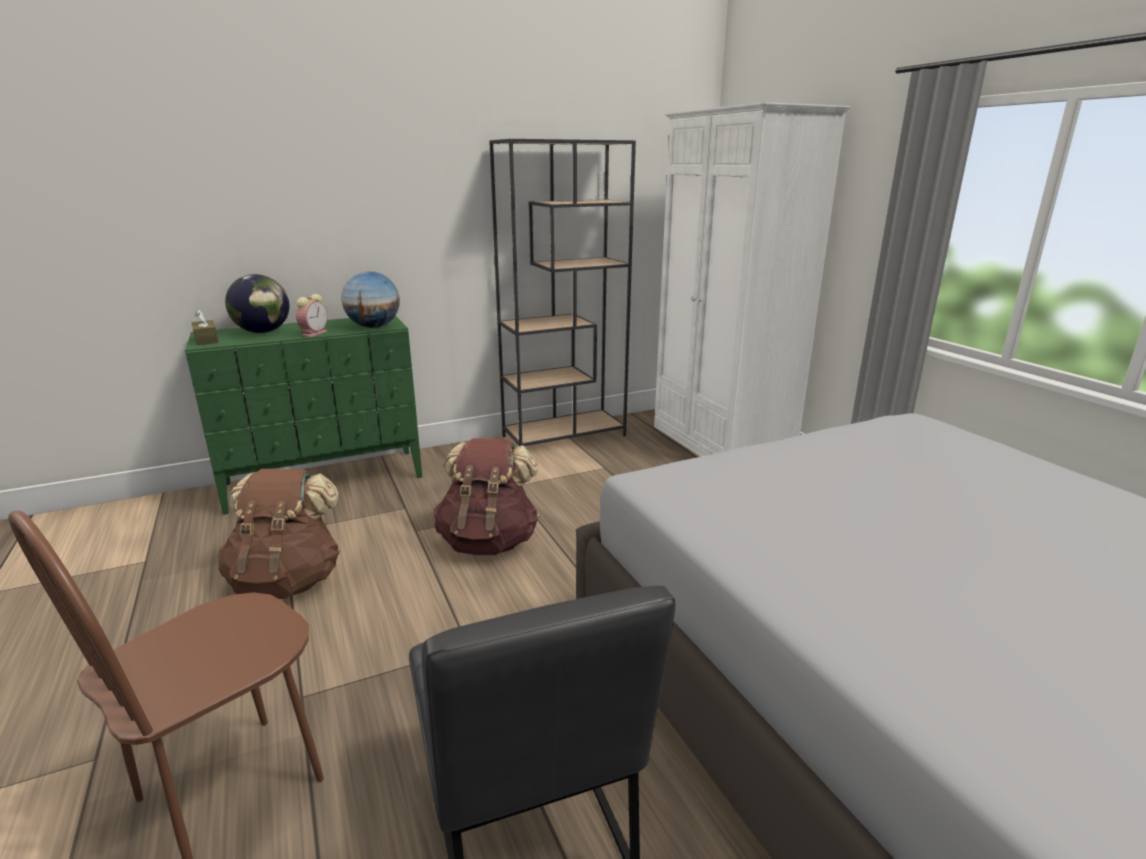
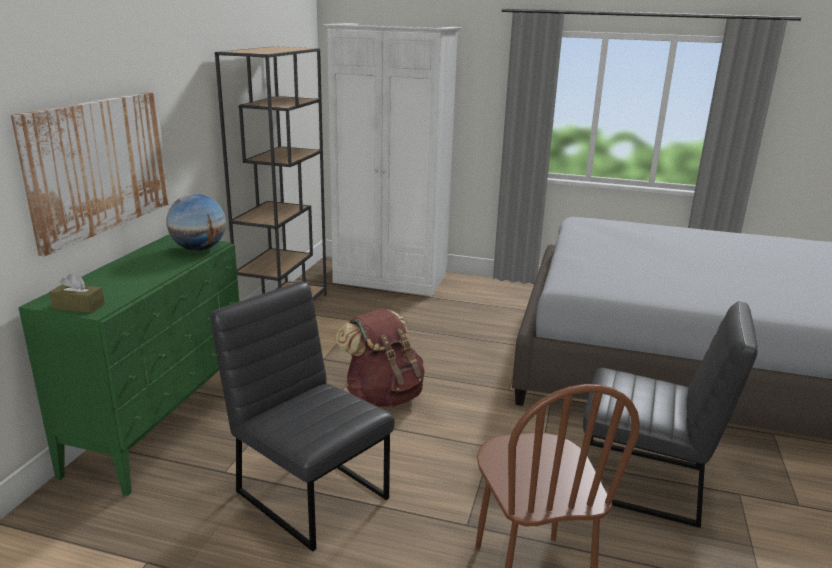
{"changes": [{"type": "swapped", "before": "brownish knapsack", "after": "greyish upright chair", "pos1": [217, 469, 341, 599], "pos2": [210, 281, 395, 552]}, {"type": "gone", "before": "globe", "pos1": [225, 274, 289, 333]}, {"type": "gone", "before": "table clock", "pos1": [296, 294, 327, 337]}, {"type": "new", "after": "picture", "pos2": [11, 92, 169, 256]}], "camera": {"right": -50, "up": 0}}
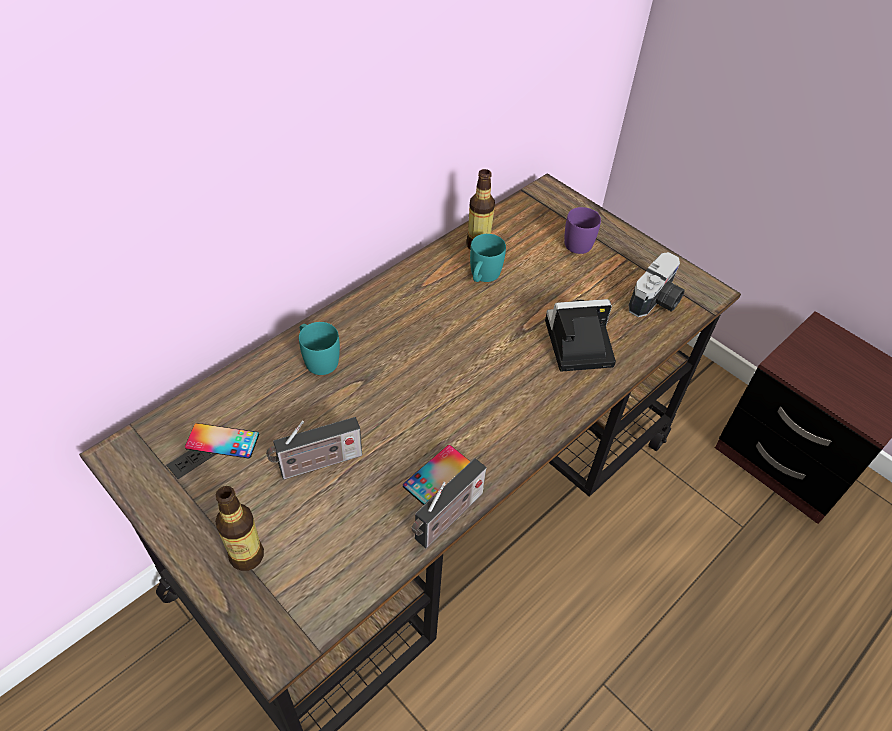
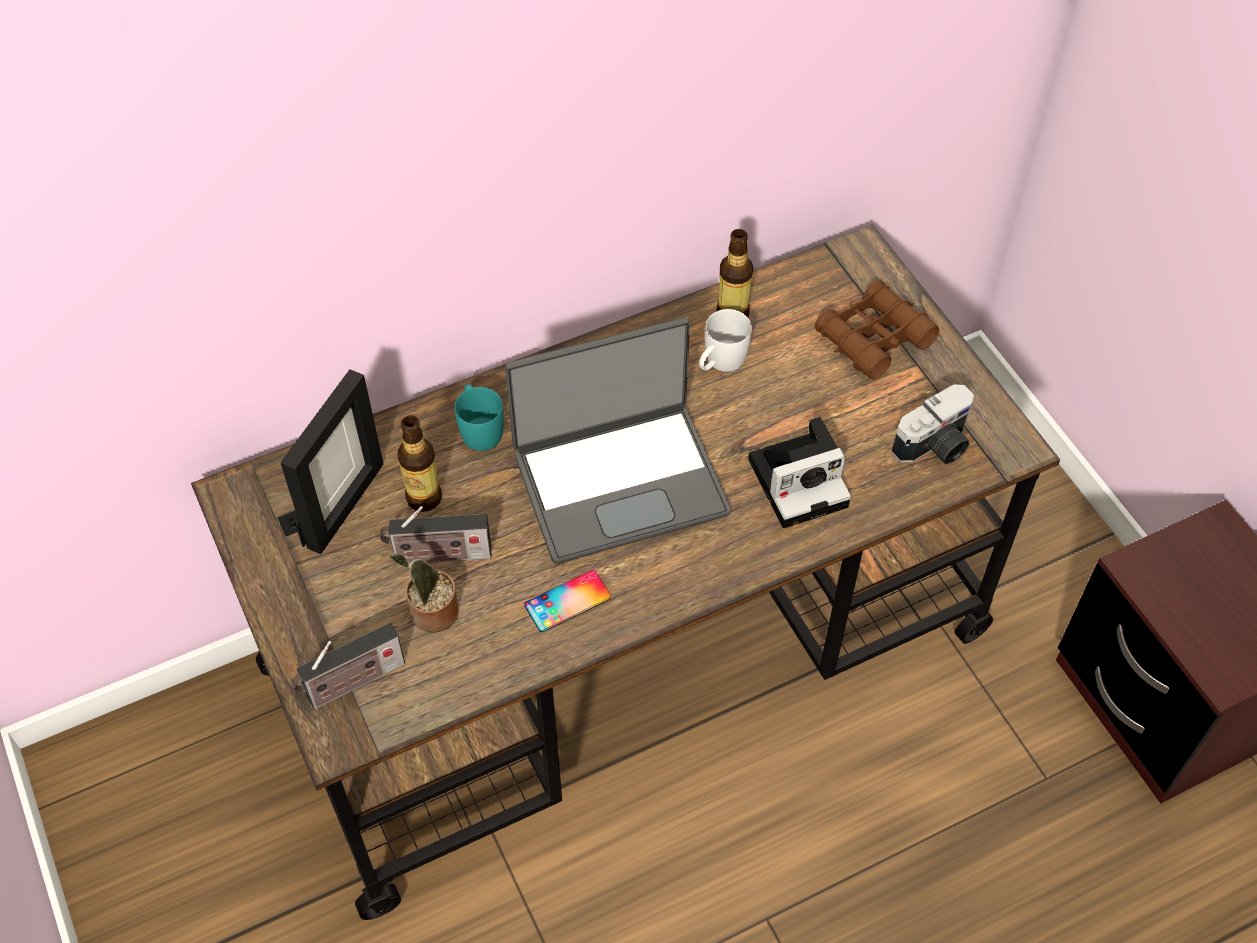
{"changes": [{"type": "swapped", "before": "telephone", "after": "photo frame", "pos1": [185, 423, 259, 458], "pos2": [280, 369, 384, 554]}, {"type": "shifted", "before": "beverage bottle", "pos1": [215, 486, 264, 571], "pos2": [398, 415, 442, 512]}, {"type": "shifted", "before": "radio receiver", "pos1": [411, 458, 486, 548], "pos2": [290, 622, 405, 709]}, {"type": "repainted", "before": "blue-green tea mug", "after": "white-coloured tea mug", "pos1": [470, 234, 506, 282], "pos2": [699, 309, 752, 372]}, {"type": "rotated", "before": "photo camera", "pos1": [545, 299, 616, 372], "pos2": [748, 417, 851, 528], "turn": 150}, {"type": "swapped", "before": "purple-coloured tea mug", "after": "brownish pair of binoculars", "pos1": [564, 207, 601, 254], "pos2": [815, 280, 939, 380]}, {"type": "new", "after": "potted plant", "pos2": [389, 553, 459, 633]}, {"type": "new", "after": "portable computer", "pos2": [505, 317, 731, 564]}], "camera": {"right": 20, "up": 5}}
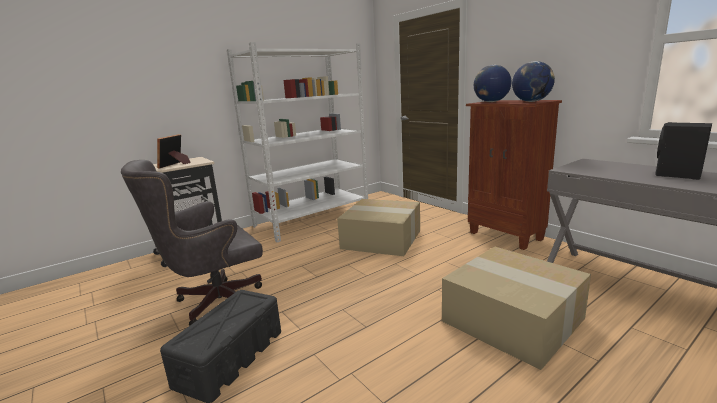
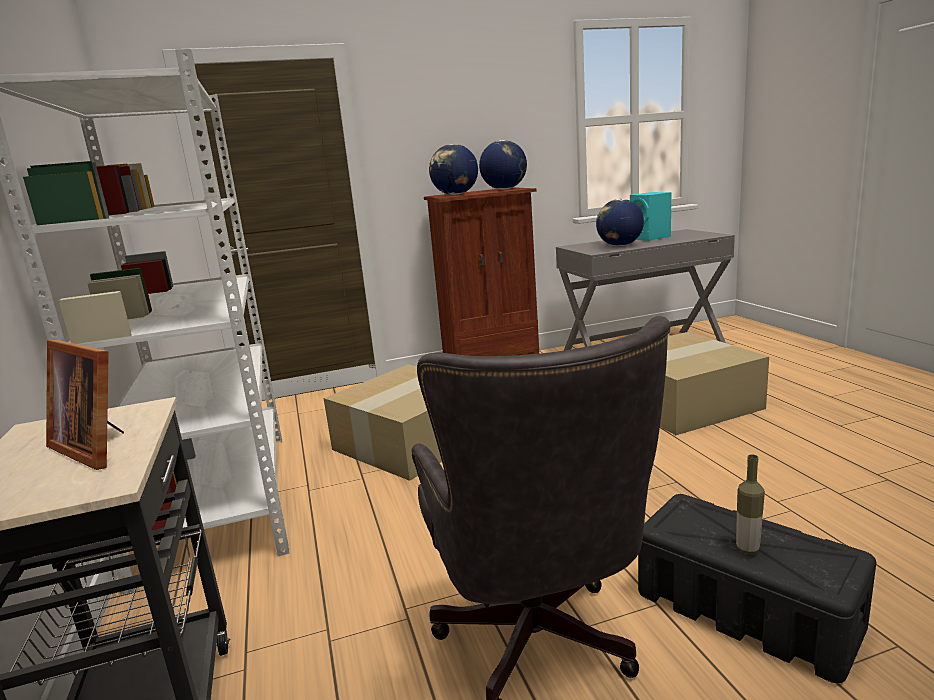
{"changes": [{"type": "repainted", "before": "black-coloured loudspeaker", "after": "blue-green loudspeaker", "pos1": [655, 122, 712, 180], "pos2": [630, 192, 671, 241]}, {"type": "new", "after": "globe", "pos2": [596, 199, 644, 246]}, {"type": "new", "after": "beverage bottle", "pos2": [736, 454, 765, 554]}], "camera": {"right": -70, "up": 0}}
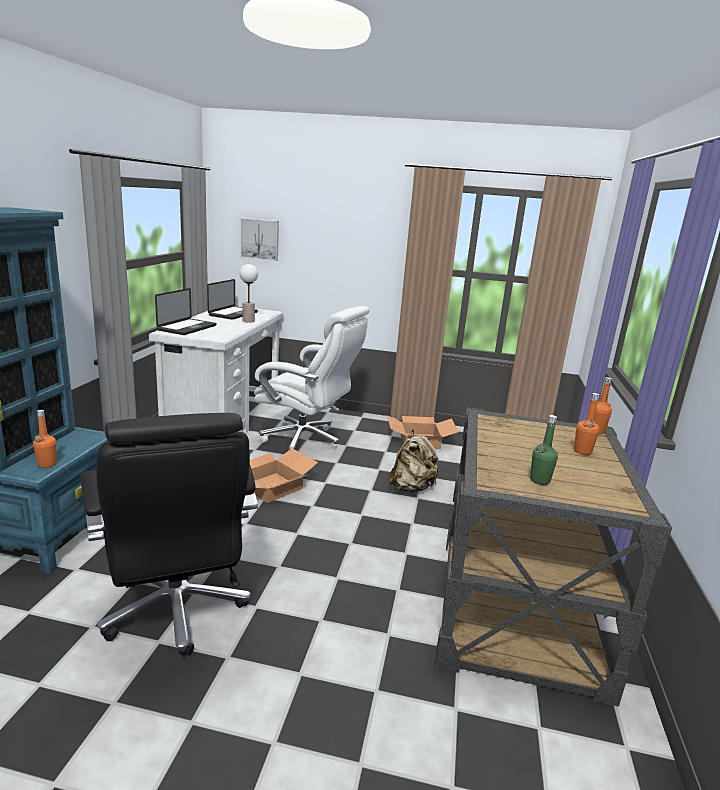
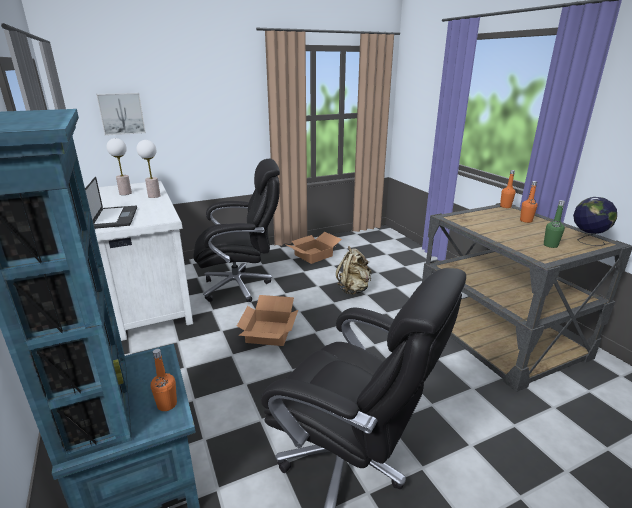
{"changes": [{"type": "swapped", "before": "portable computer", "after": "tabletop lamp", "pos1": [207, 279, 258, 320], "pos2": [107, 138, 132, 195]}, {"type": "repainted", "before": "white-coloured desk chair", "after": "black-coloured desk chair", "pos1": [254, 306, 369, 450], "pos2": [194, 159, 280, 302]}, {"type": "new", "after": "globe", "pos2": [573, 197, 617, 246]}], "camera": {"right": -35, "up": 5}}
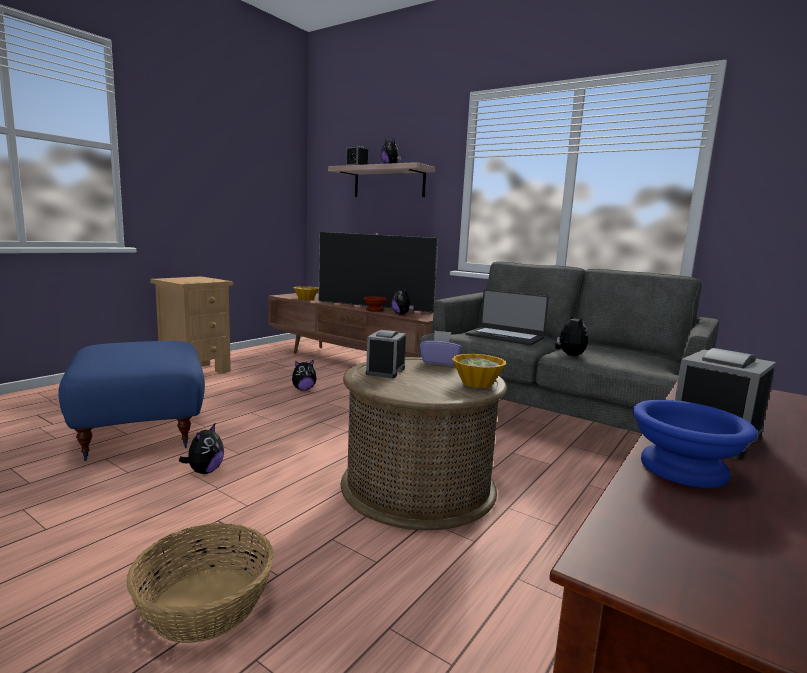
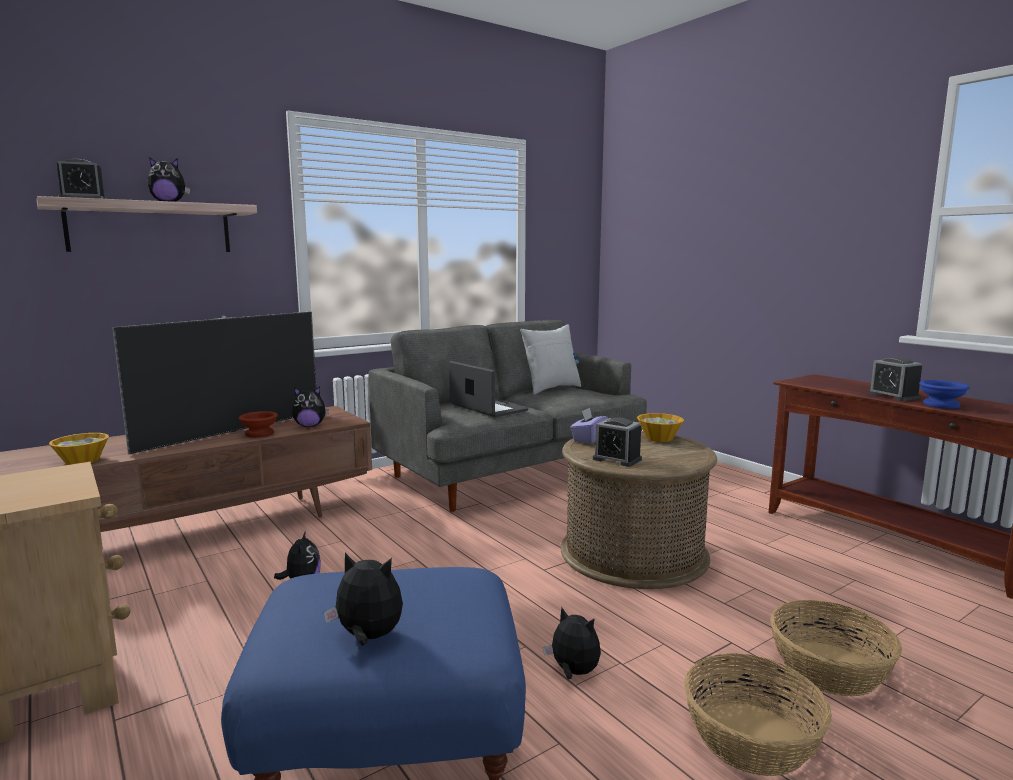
{"changes": [{"type": "rotated", "before": "portable computer", "pos1": [465, 289, 549, 345], "pos2": [449, 361, 528, 417], "turn": -90}, {"type": "shifted", "before": "plush toy", "pos1": [555, 314, 588, 356], "pos2": [324, 552, 403, 646]}, {"type": "new", "after": "greyish pillow", "pos2": [520, 324, 581, 395]}, {"type": "new", "after": "household basket", "pos2": [684, 653, 832, 776]}], "camera": {"right": -70, "up": 0}}
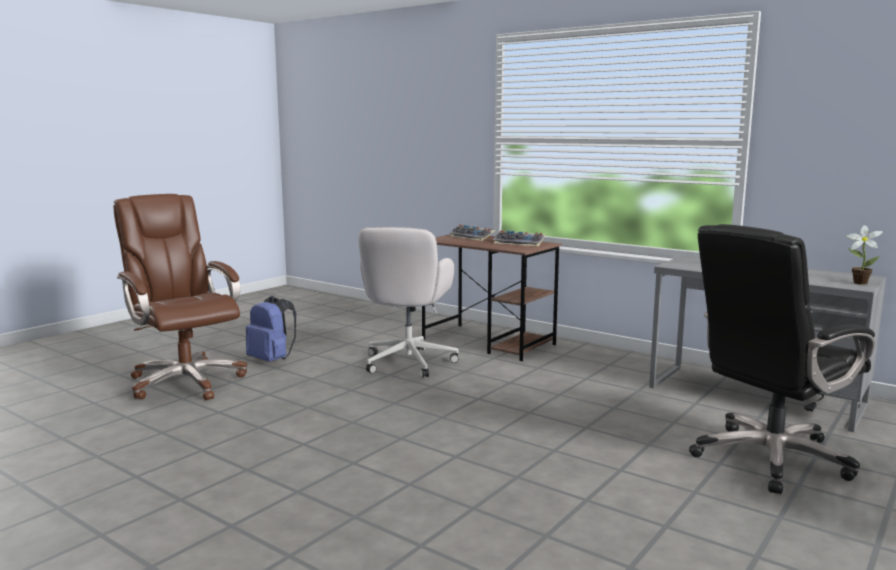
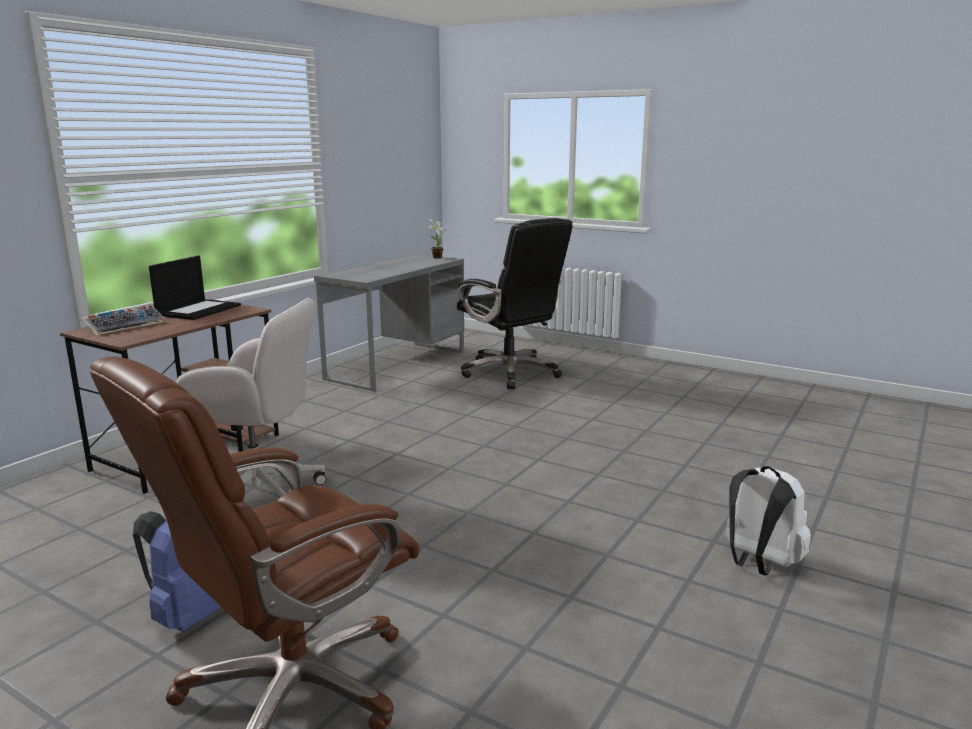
{"changes": [{"type": "swapped", "before": "keyboard", "after": "portable computer", "pos1": [493, 230, 546, 246], "pos2": [149, 256, 241, 320]}, {"type": "new", "after": "white-coloured knapsack", "pos2": [726, 466, 811, 576]}], "camera": {"right": -95, "up": 5}}
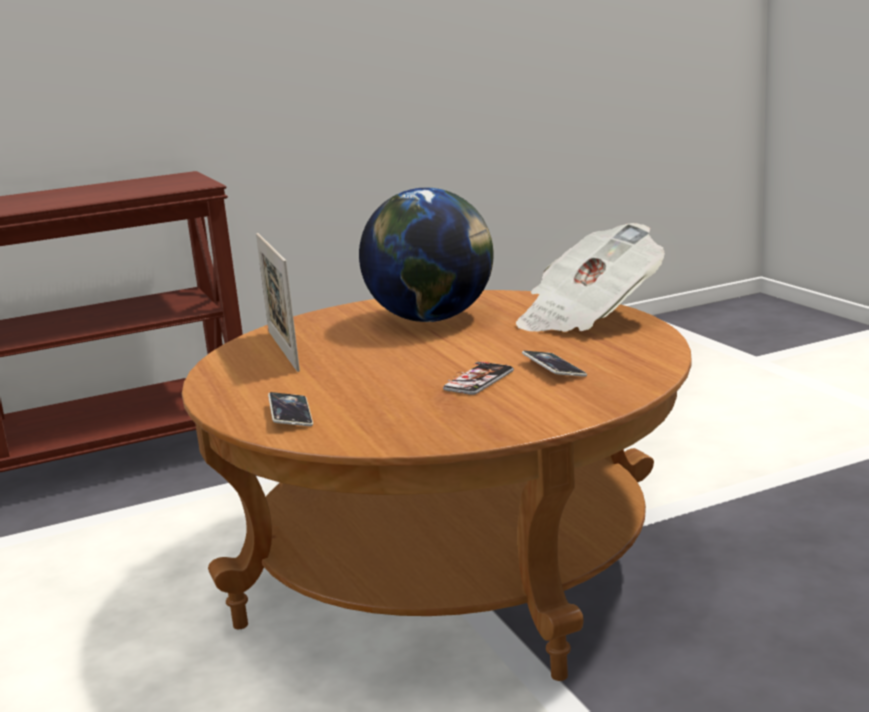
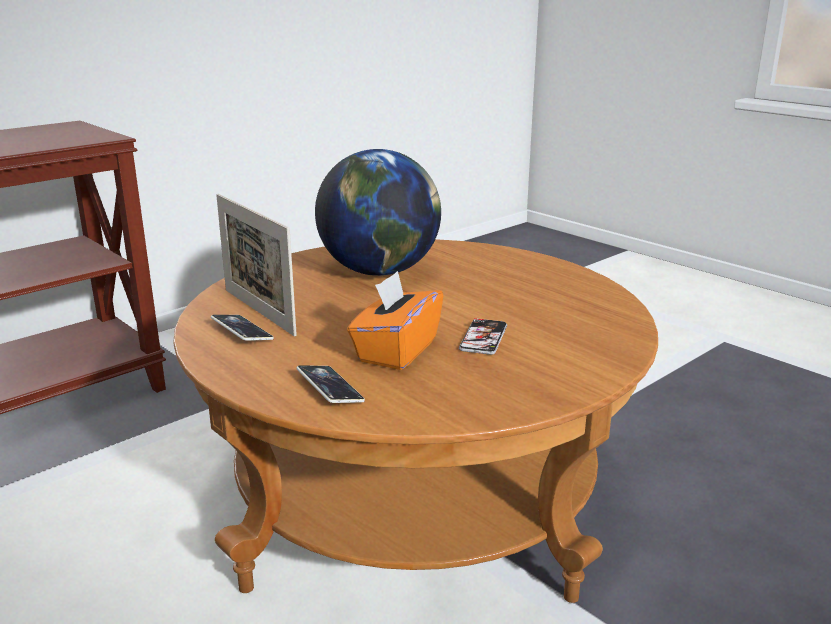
{"changes": [{"type": "gone", "before": "newspaper", "pos1": [516, 223, 665, 332]}, {"type": "shifted", "before": "telephone", "pos1": [522, 351, 587, 377], "pos2": [211, 315, 274, 341]}, {"type": "new", "after": "orange-coloured tissue box", "pos2": [347, 271, 443, 370]}], "camera": {"right": -20, "up": 5}}
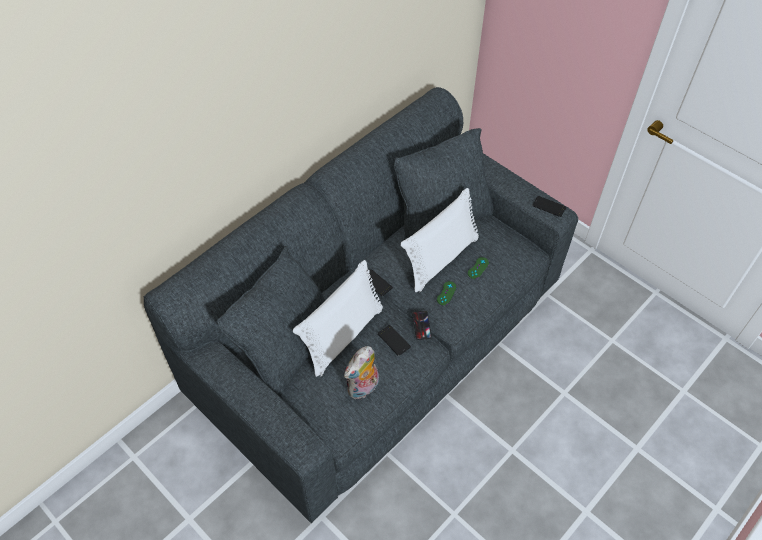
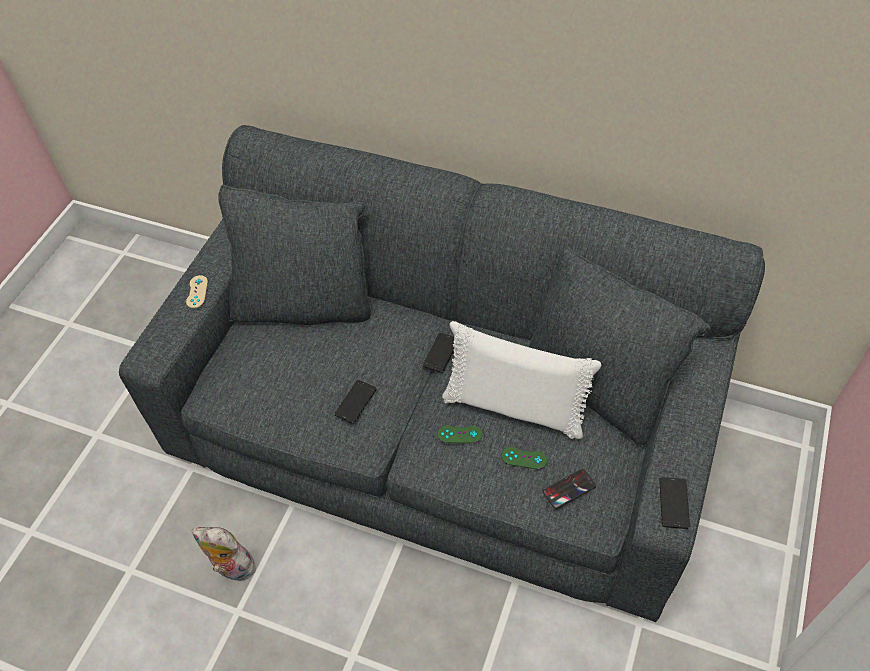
{"changes": [{"type": "gone", "before": "white-coloured pillow", "pos1": [293, 260, 383, 377]}, {"type": "shifted", "before": "plush toy", "pos1": [344, 346, 379, 399], "pos2": [191, 527, 258, 581]}, {"type": "shifted", "before": "telephone", "pos1": [412, 311, 432, 340], "pos2": [543, 469, 596, 509]}, {"type": "new", "after": "beige-coloured gamepad", "pos2": [186, 275, 208, 308]}], "camera": {"right": 70, "up": 0}}
